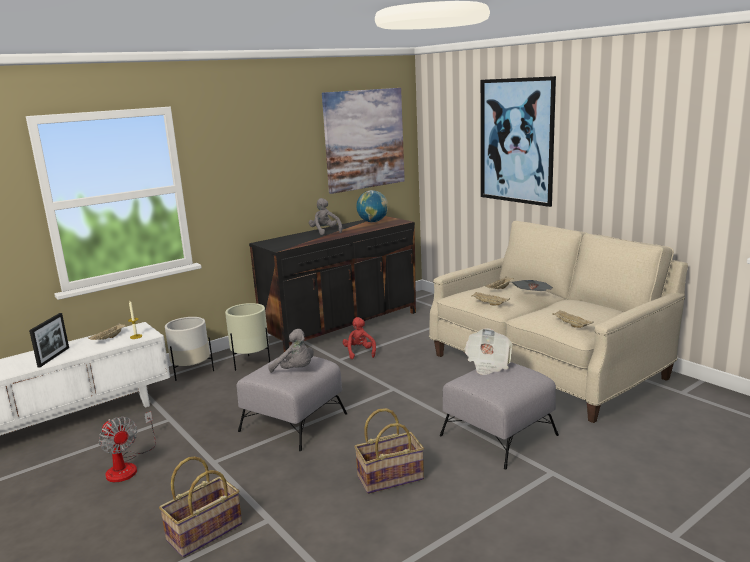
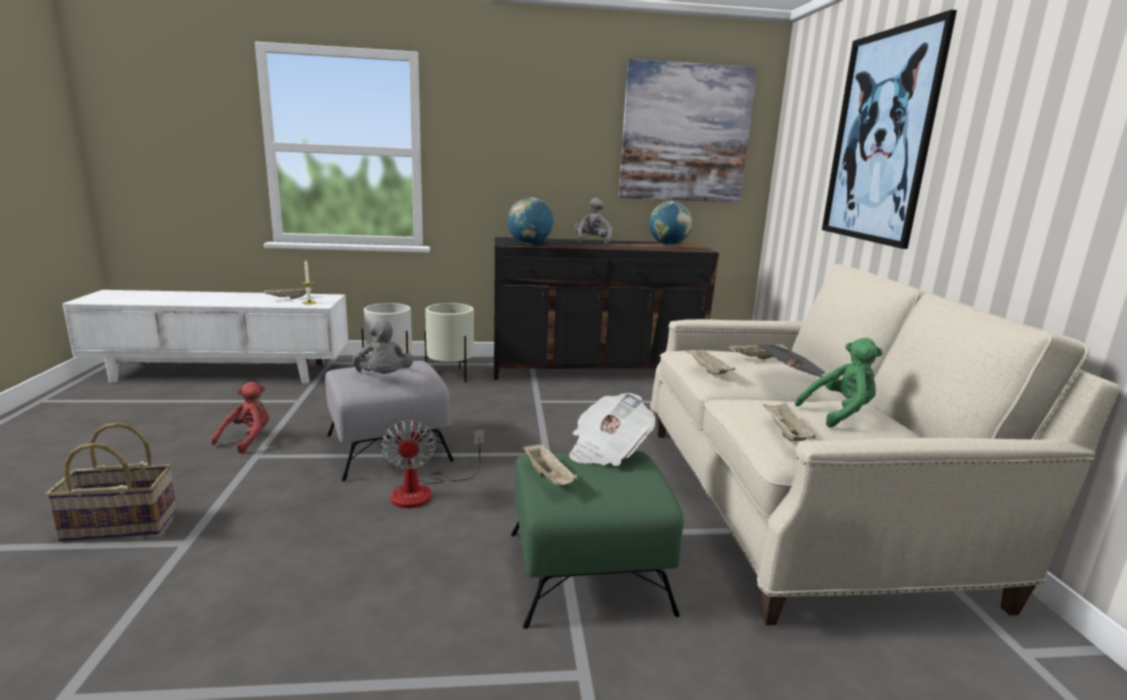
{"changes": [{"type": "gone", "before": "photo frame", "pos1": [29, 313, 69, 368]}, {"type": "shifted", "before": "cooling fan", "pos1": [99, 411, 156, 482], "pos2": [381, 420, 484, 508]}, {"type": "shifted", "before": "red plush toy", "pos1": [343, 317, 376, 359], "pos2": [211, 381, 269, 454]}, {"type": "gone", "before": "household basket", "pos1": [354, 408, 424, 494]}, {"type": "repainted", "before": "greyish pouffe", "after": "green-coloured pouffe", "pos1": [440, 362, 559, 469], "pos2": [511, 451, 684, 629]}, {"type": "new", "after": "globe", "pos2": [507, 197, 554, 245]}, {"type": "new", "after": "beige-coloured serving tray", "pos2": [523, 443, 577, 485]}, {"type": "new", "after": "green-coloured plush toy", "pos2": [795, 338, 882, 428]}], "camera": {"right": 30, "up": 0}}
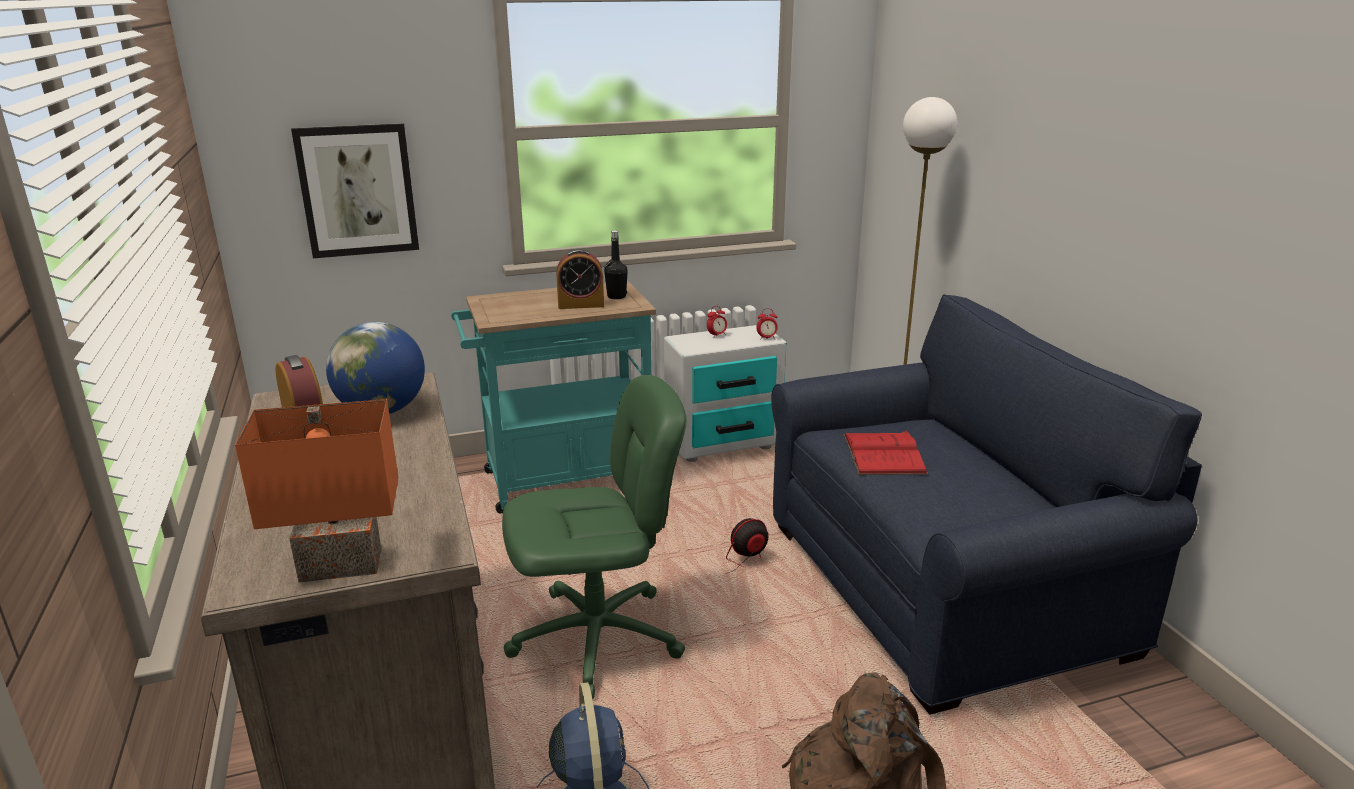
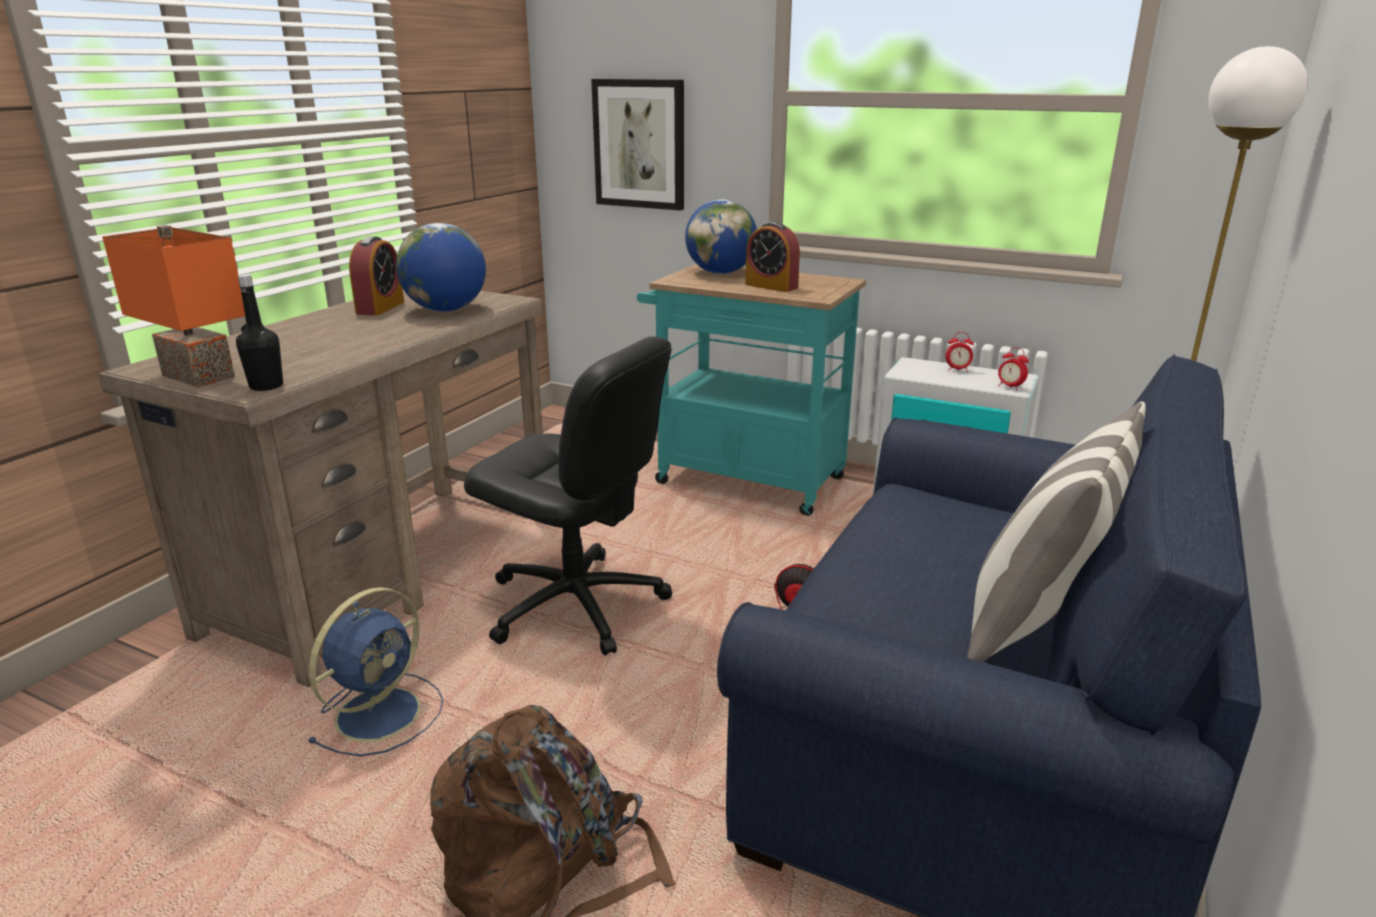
{"changes": [{"type": "repainted", "before": "green-coloured desk chair", "after": "black-coloured desk chair", "pos1": [502, 375, 687, 699], "pos2": [464, 337, 672, 655]}, {"type": "shifted", "before": "black-coloured beverage bottle", "pos1": [604, 231, 628, 299], "pos2": [236, 274, 283, 391]}, {"type": "gone", "before": "red bound book", "pos1": [844, 430, 928, 475]}, {"type": "new", "after": "globe", "pos2": [685, 199, 757, 274]}, {"type": "new", "after": "pillow", "pos2": [967, 401, 1146, 662]}], "camera": {"right": 45, "up": 0}}
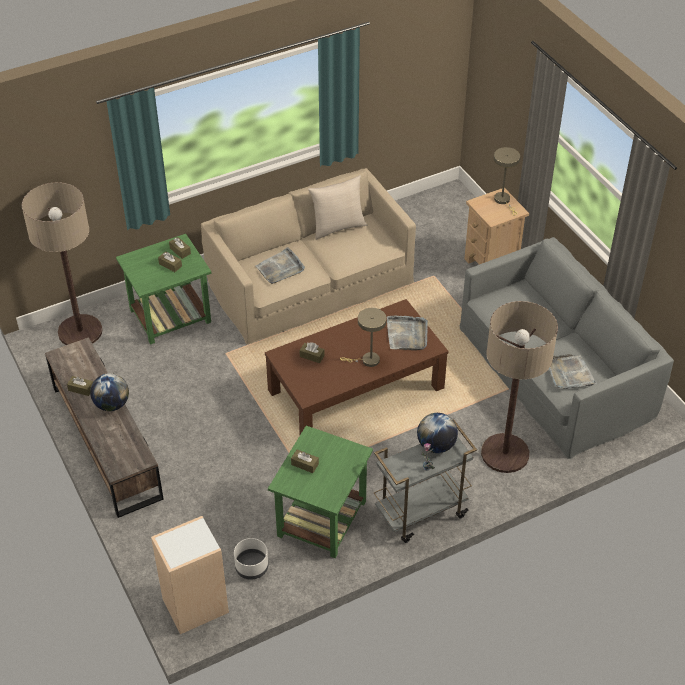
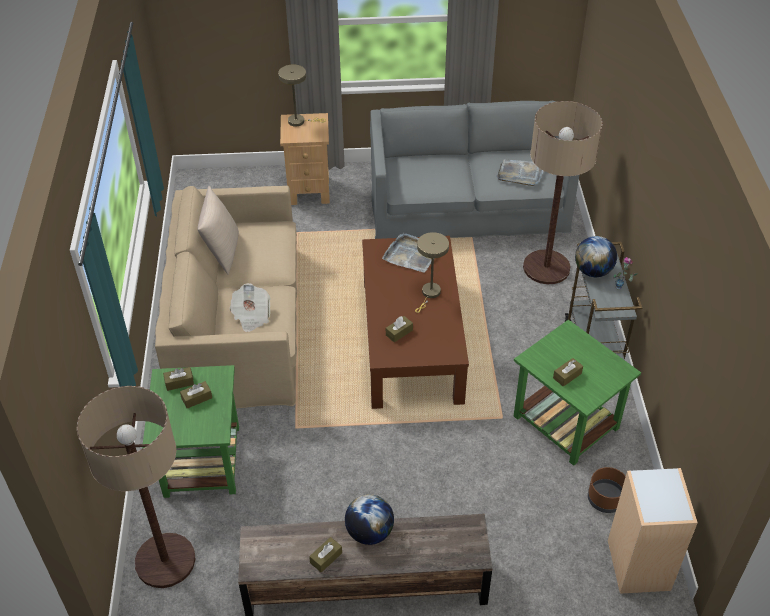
{"changes": [{"type": "repainted", "before": "white-coloured plant pot", "after": "brownish plant pot", "pos1": [234, 538, 268, 580], "pos2": [588, 467, 626, 513]}, {"type": "swapped", "before": "greyish serving tray", "after": "newspaper", "pos1": [256, 247, 305, 284], "pos2": [229, 283, 271, 332]}], "camera": {"right": -65, "up": 0}}
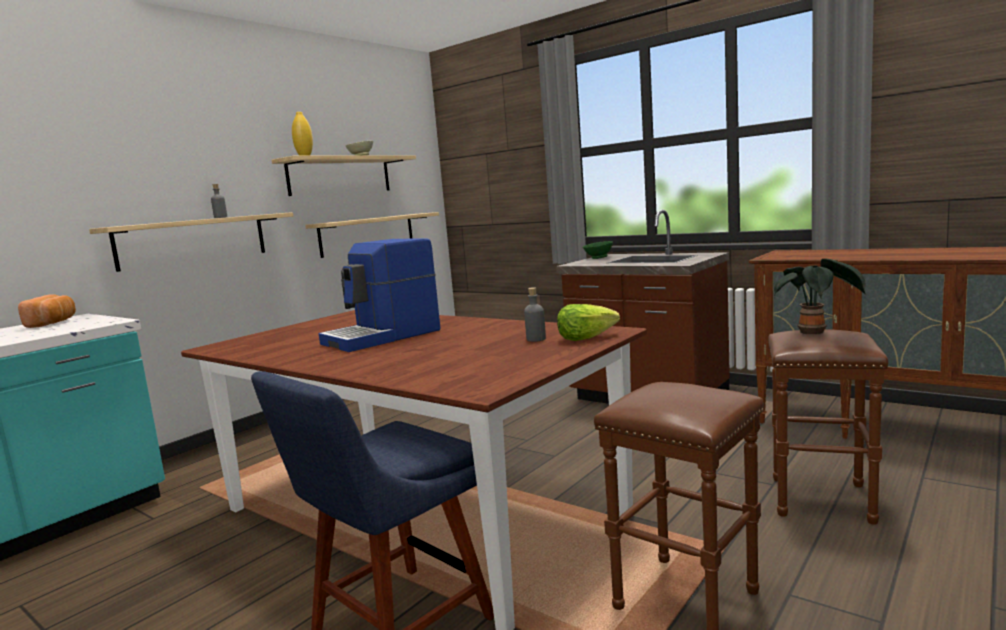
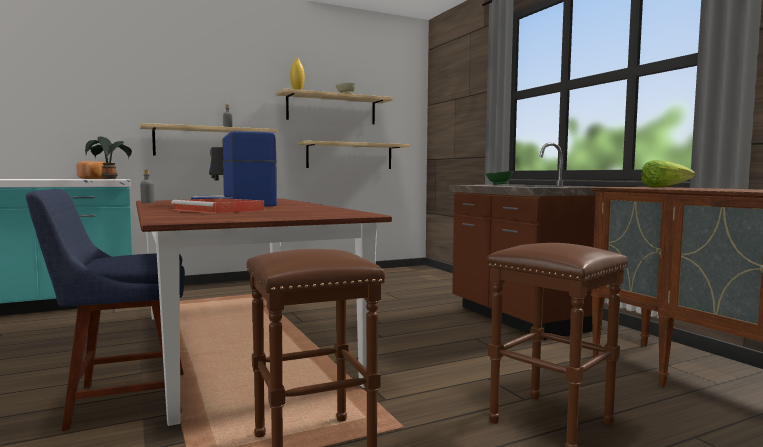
{"changes": [{"type": "shifted", "before": "greyish beverage bottle", "pos1": [524, 287, 546, 342], "pos2": [140, 170, 155, 203]}, {"type": "shifted", "before": "head of lettuce", "pos1": [557, 304, 620, 341], "pos2": [641, 160, 695, 188]}, {"type": "shifted", "before": "potted plant", "pos1": [774, 259, 866, 335], "pos2": [85, 136, 132, 179]}, {"type": "new", "after": "red serving tray", "pos2": [171, 198, 264, 214]}], "camera": {"right": 25, "up": -5}}
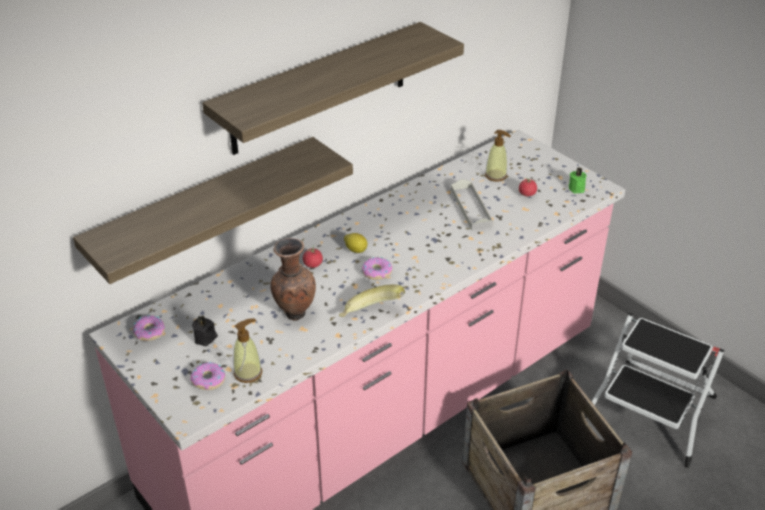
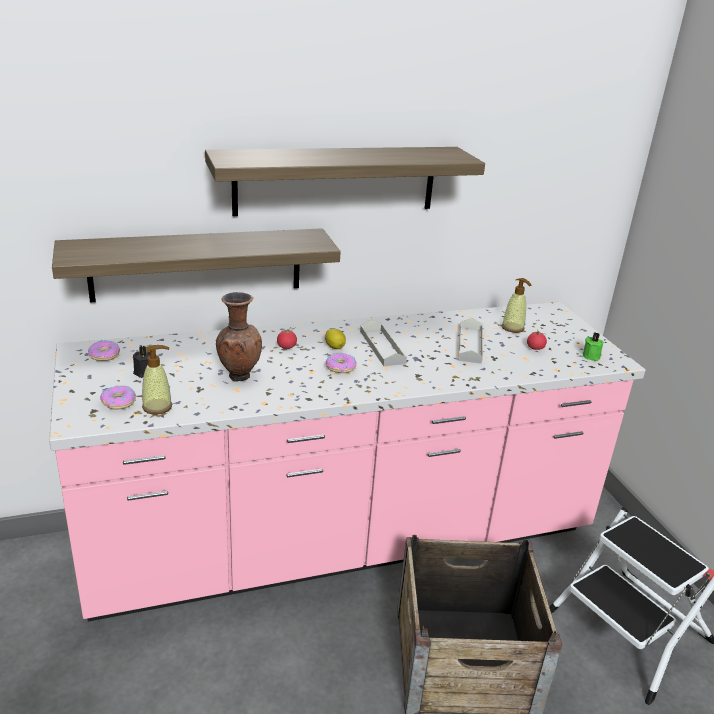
{"changes": [{"type": "gone", "before": "banana fruit", "pos1": [339, 284, 405, 317]}, {"type": "new", "after": "greyish serving tray", "pos2": [360, 319, 407, 366]}], "camera": {"right": 20, "up": -10}}
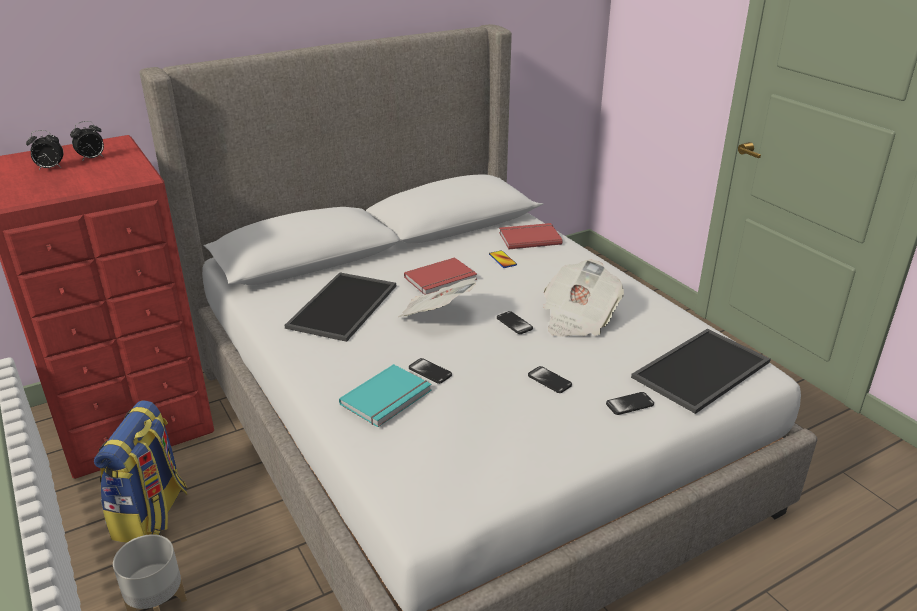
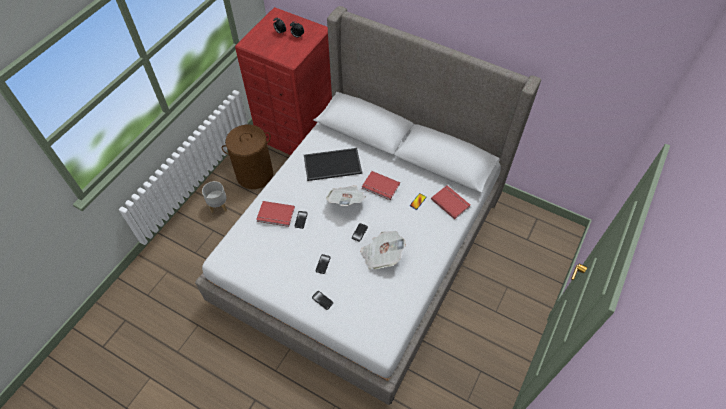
{"changes": [{"type": "swapped", "before": "knapsack", "after": "brownish laundry basket", "pos1": [94, 400, 188, 543], "pos2": [222, 125, 273, 189]}, {"type": "repainted", "before": "blue-green bound book", "after": "red bound book", "pos1": [339, 364, 432, 427], "pos2": [256, 201, 295, 227]}, {"type": "gone", "before": "serving tray", "pos1": [631, 329, 771, 414]}], "camera": {"right": 60, "up": 25}}
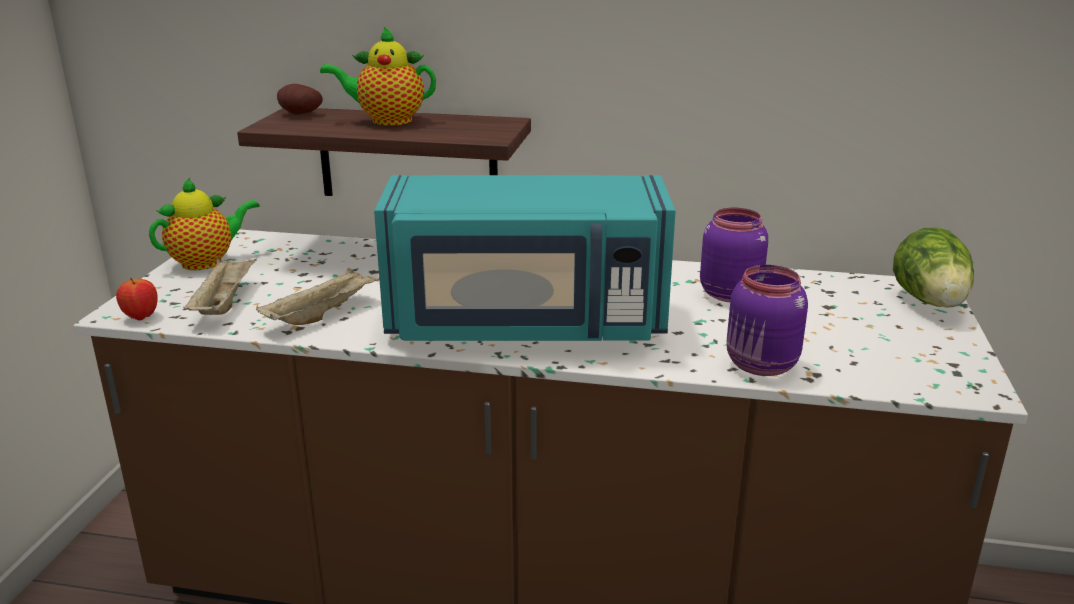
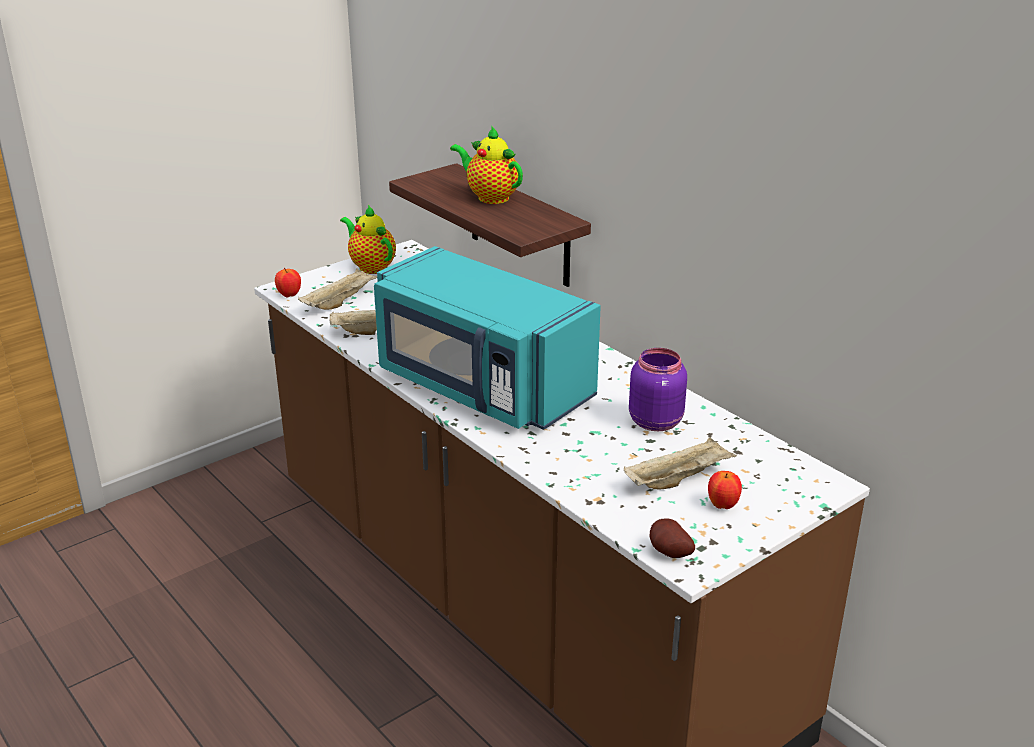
{"changes": [{"type": "rotated", "before": "teapot", "pos1": [149, 177, 260, 270], "pos2": [340, 205, 396, 274], "turn": -135}, {"type": "shifted", "before": "whole potato", "pos1": [277, 84, 323, 115], "pos2": [649, 518, 695, 558]}, {"type": "gone", "before": "purple-coloured preserve jar", "pos1": [727, 265, 808, 376]}, {"type": "gone", "before": "head of lettuce", "pos1": [893, 227, 974, 308]}, {"type": "new", "after": "beige-coloured serving tray", "pos2": [624, 437, 737, 490]}, {"type": "new", "after": "apple fruit", "pos2": [708, 471, 742, 509]}], "camera": {"right": 40, "up": 5}}
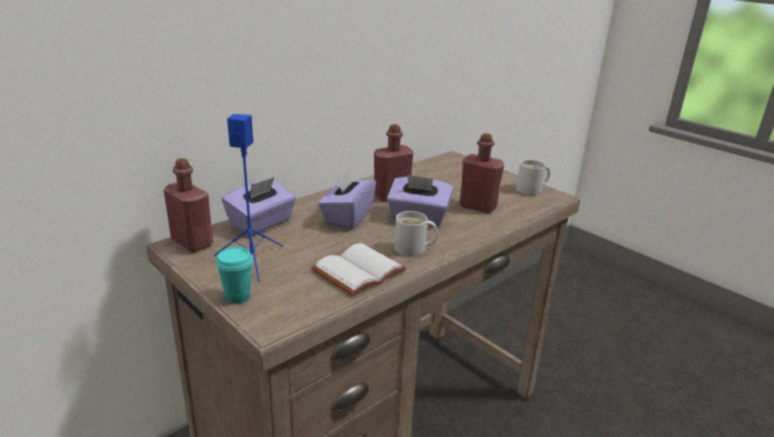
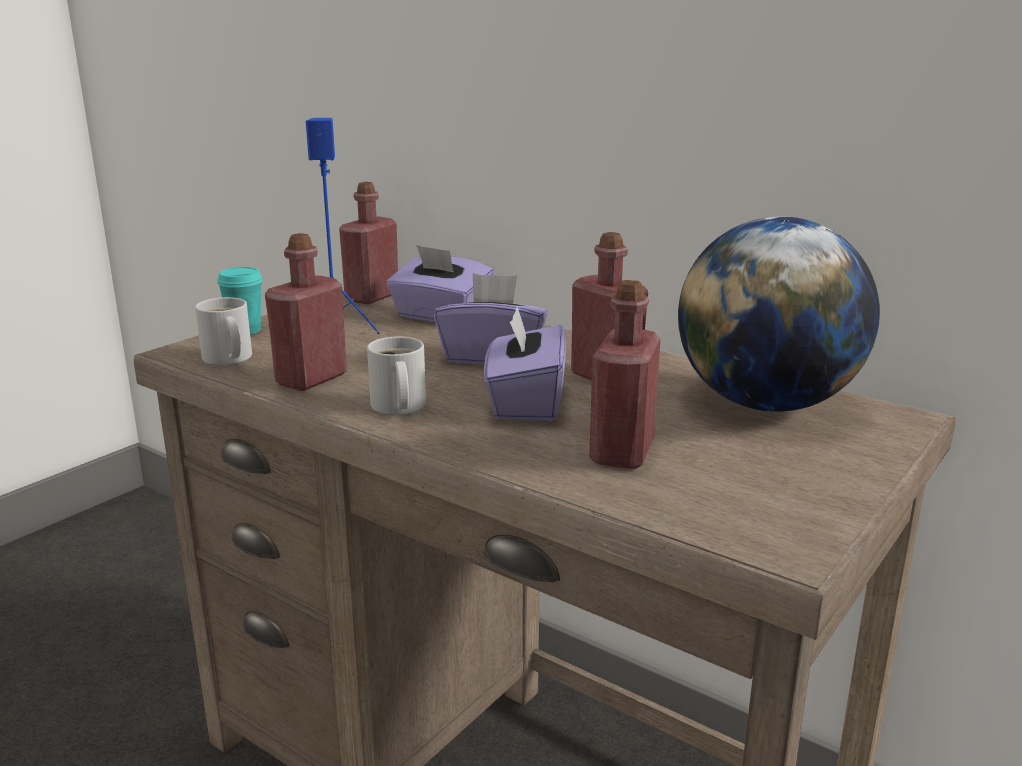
{"changes": [{"type": "swapped", "before": "white-coloured bound book", "after": "red beverage bottle", "pos1": [311, 243, 406, 296], "pos2": [265, 233, 347, 391]}, {"type": "shifted", "before": "white-coloured tea mug", "pos1": [516, 160, 550, 195], "pos2": [195, 297, 252, 365]}, {"type": "new", "after": "globe", "pos2": [678, 216, 880, 412]}], "camera": {"right": 80, "up": -5}}
